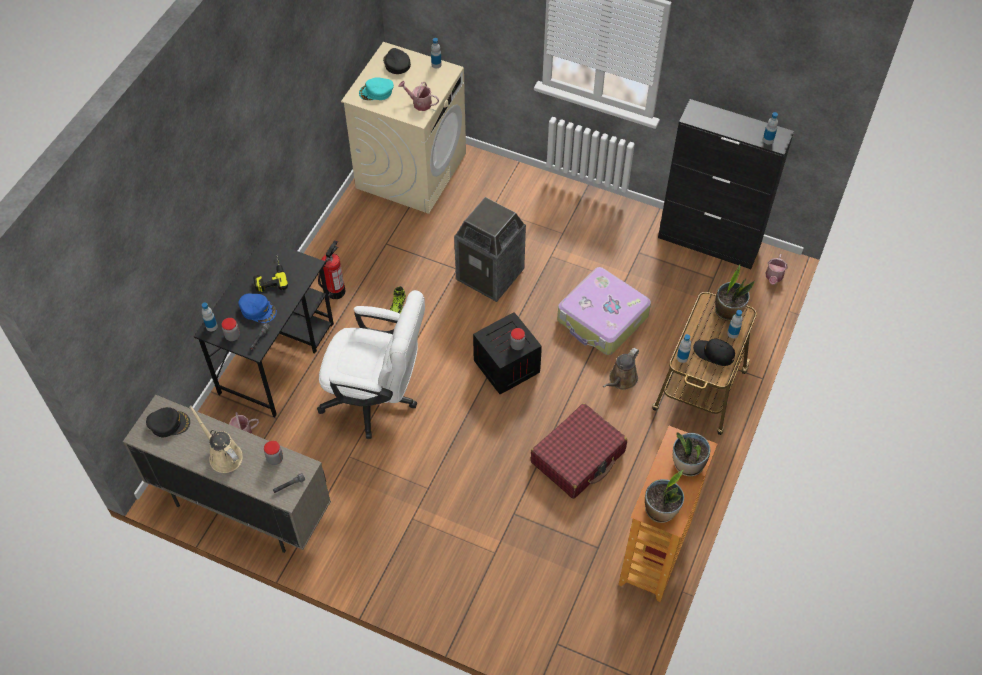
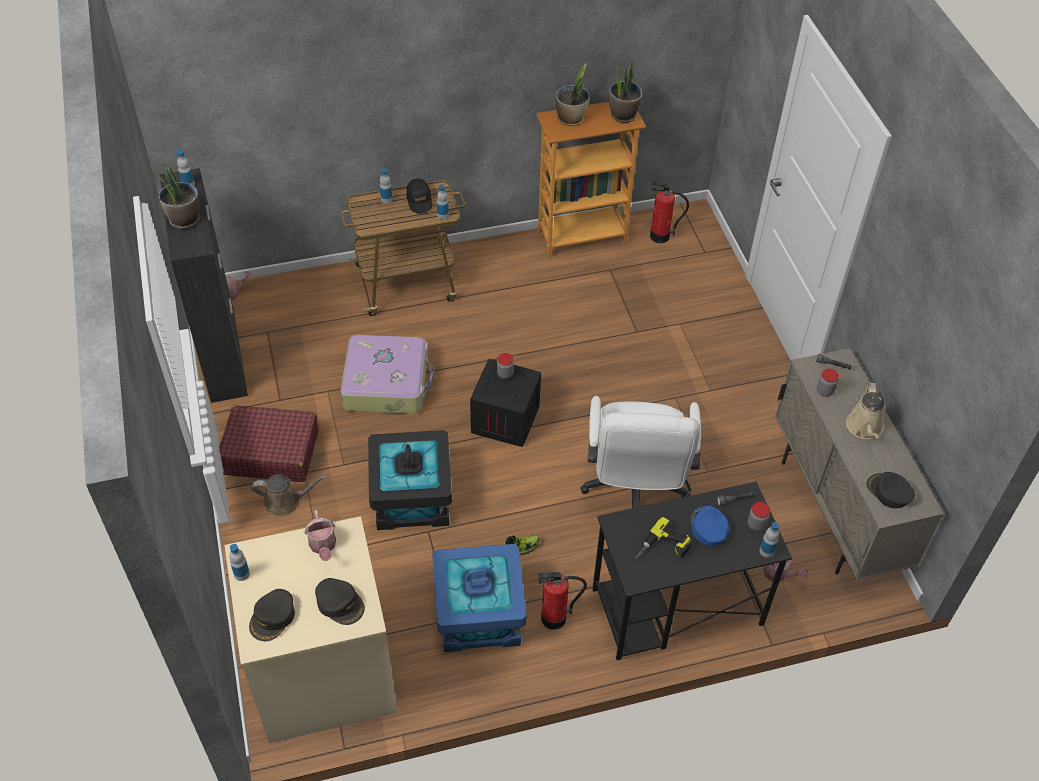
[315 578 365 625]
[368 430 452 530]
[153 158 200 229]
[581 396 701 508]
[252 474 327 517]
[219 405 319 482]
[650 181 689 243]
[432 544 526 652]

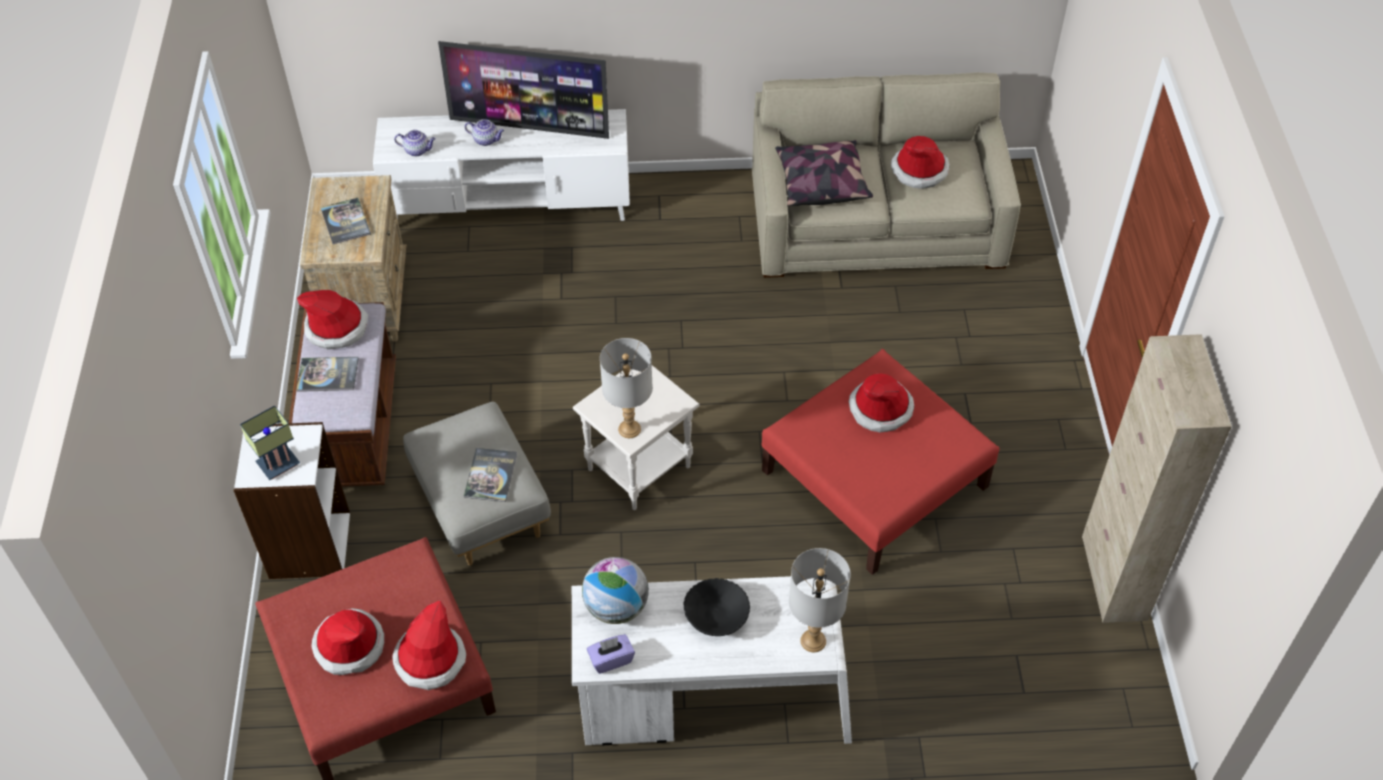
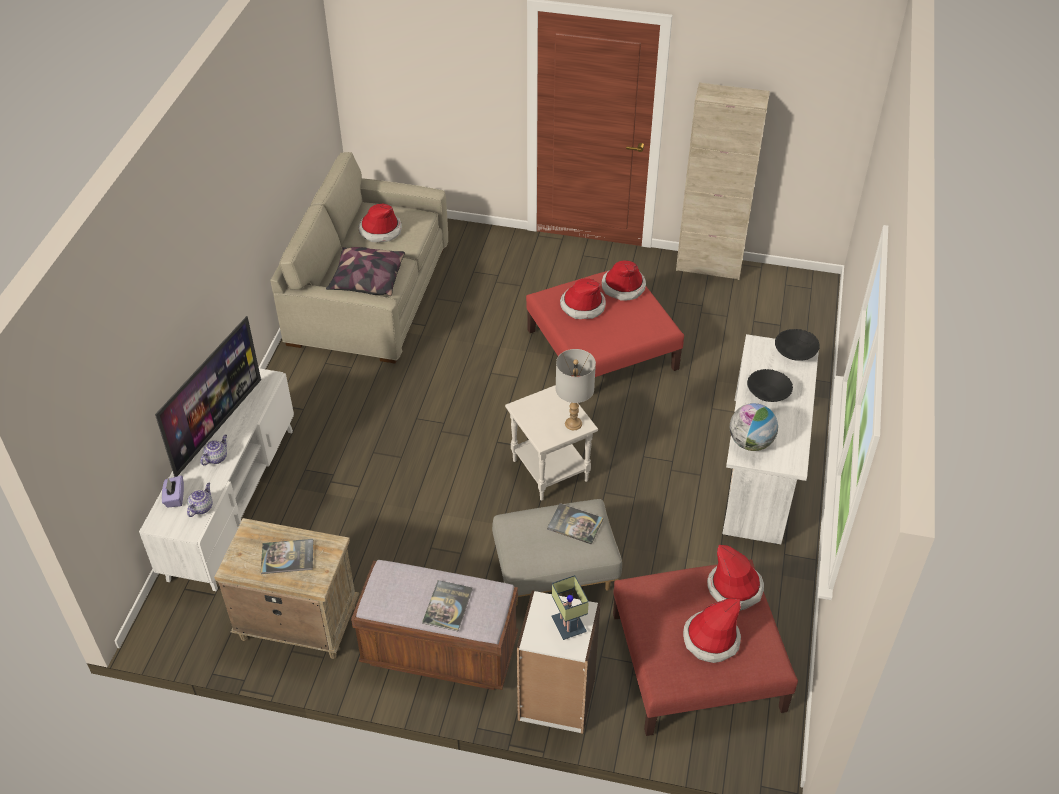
[602 260 646 300]
[775 329 820 361]
[162 476 184 507]

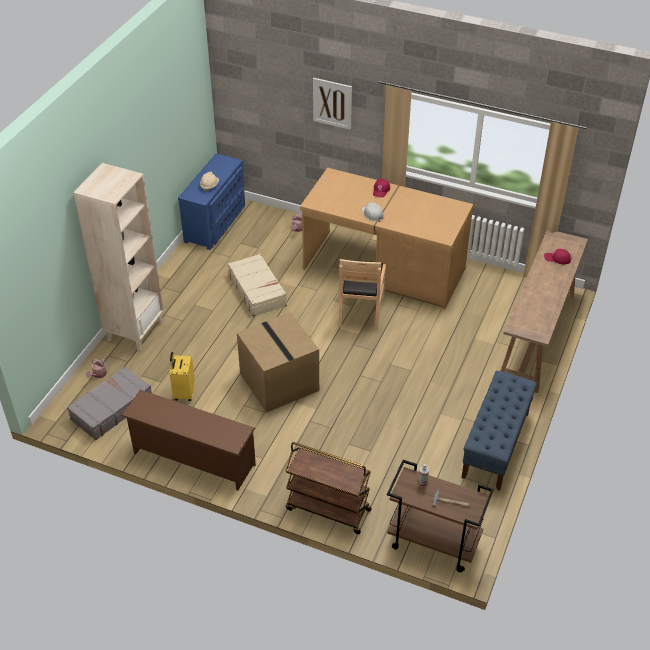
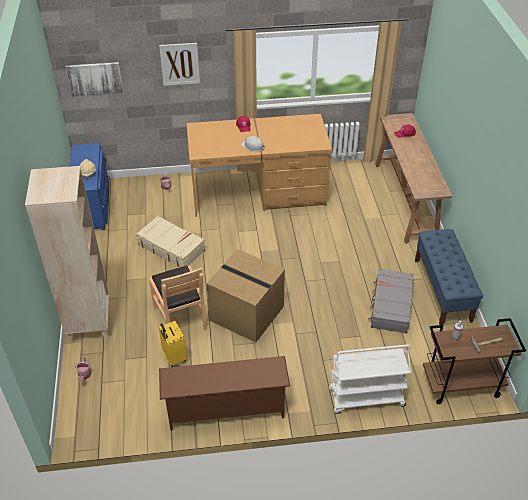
[149 266 207 330]
[369 269 414 333]
[329 345 411 414]
[66 62 123 96]

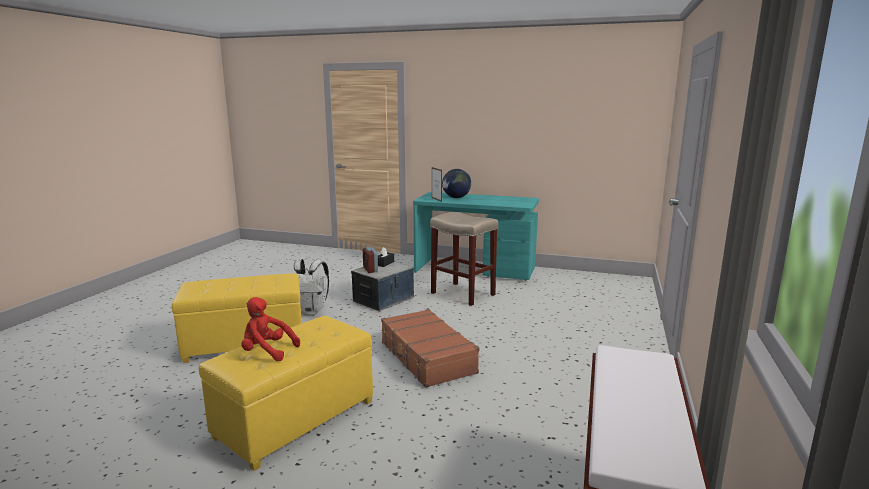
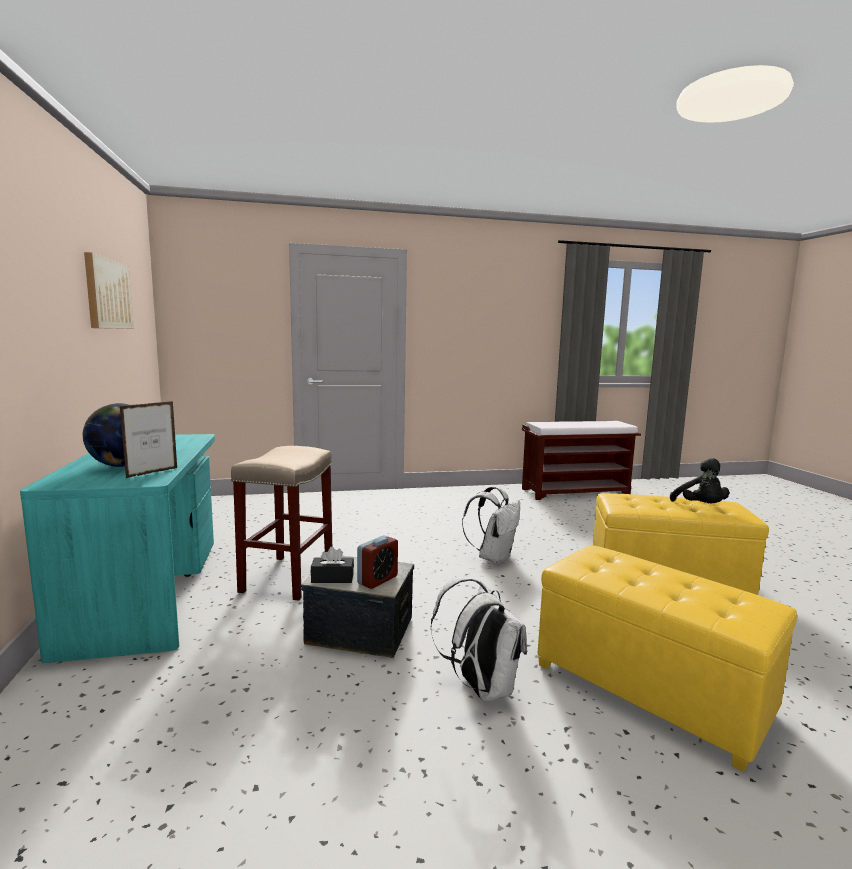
[670 458 729 503]
[462 486 520 564]
[84 252 134 329]

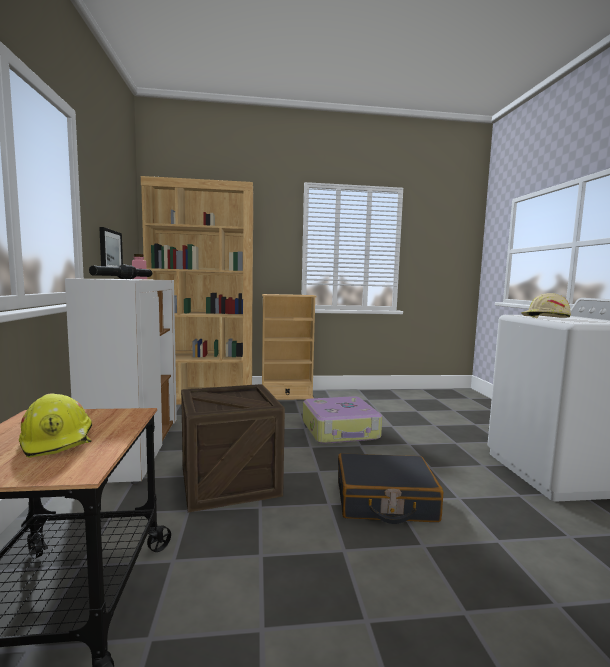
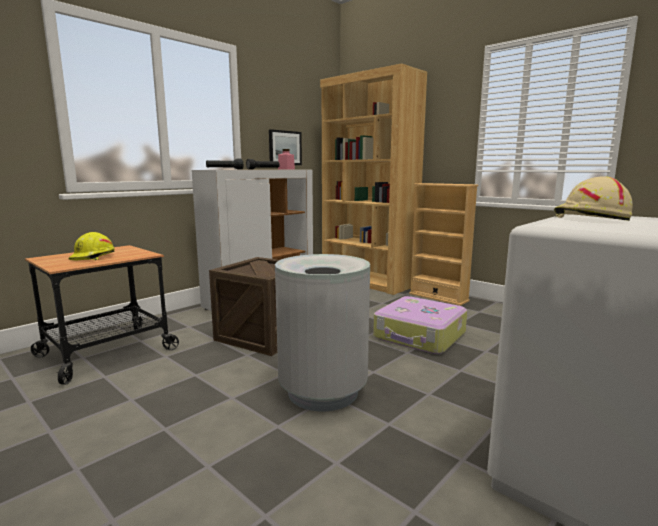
[275 254 370 411]

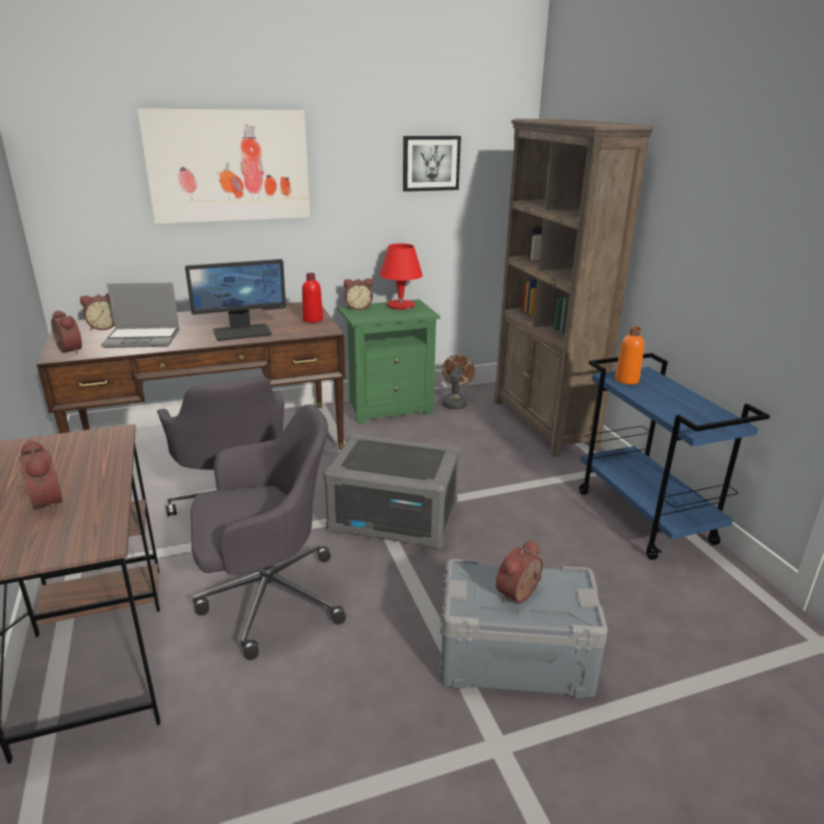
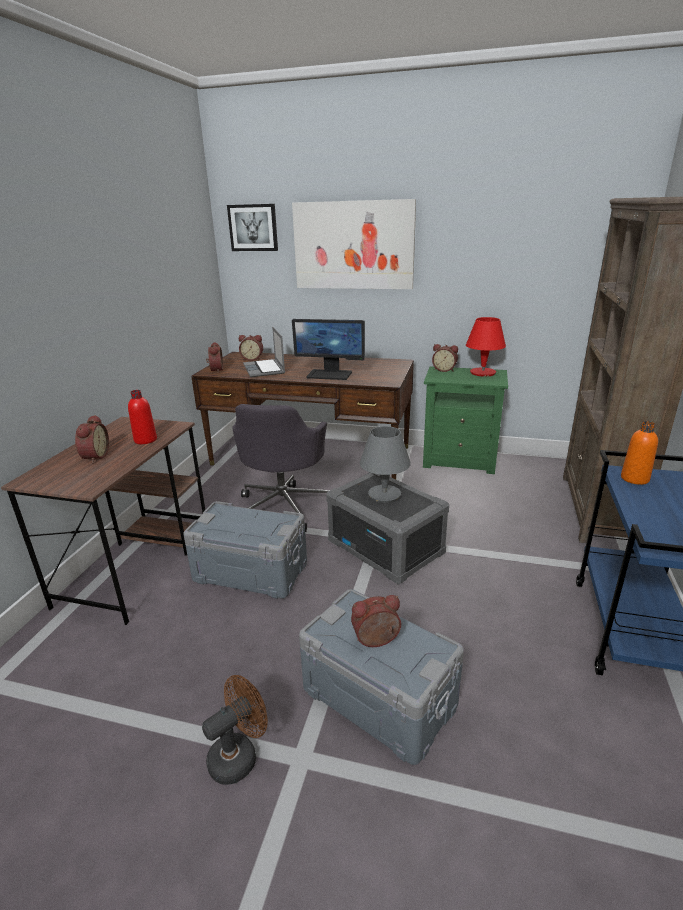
[227 204 278 251]
[128 390 157 444]
[243 327 285 377]
[202 675 268 785]
[183 501 307 599]
[360 426 411 503]

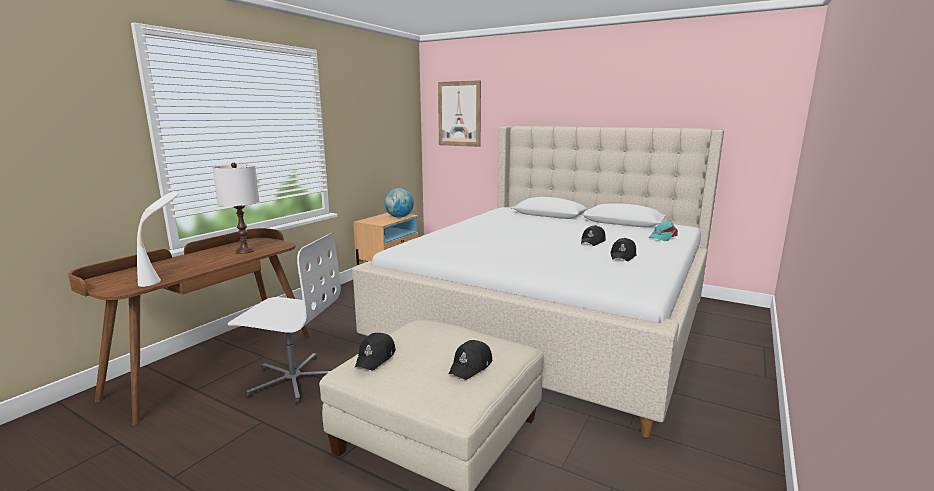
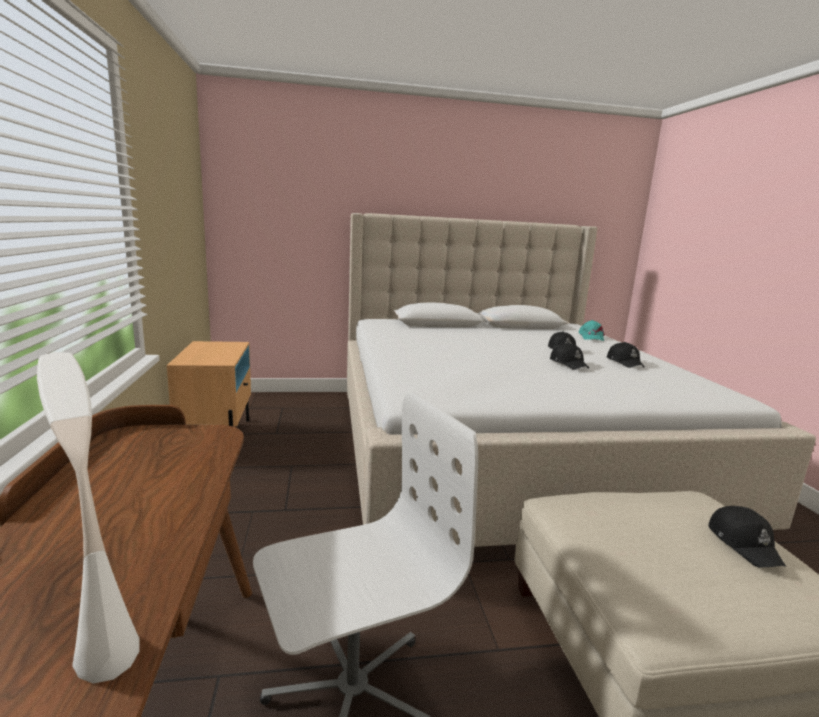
[438 80 481 147] (first image)
[212 163 259 254] (first image)
[384 188 414 218] (first image)
[550 343 589 370]

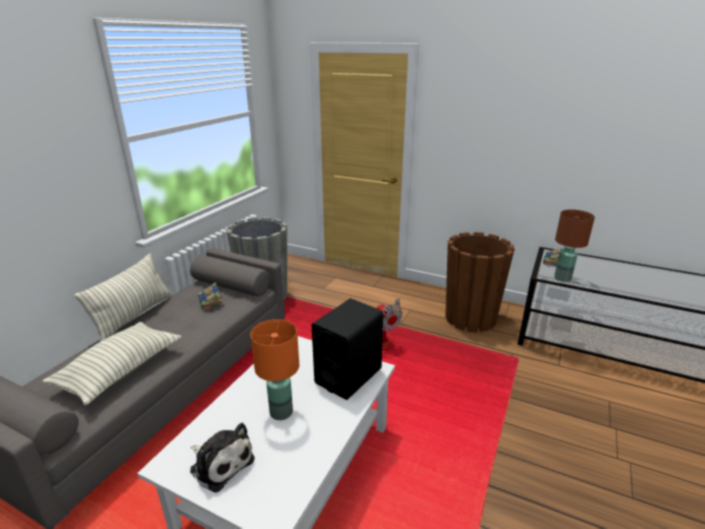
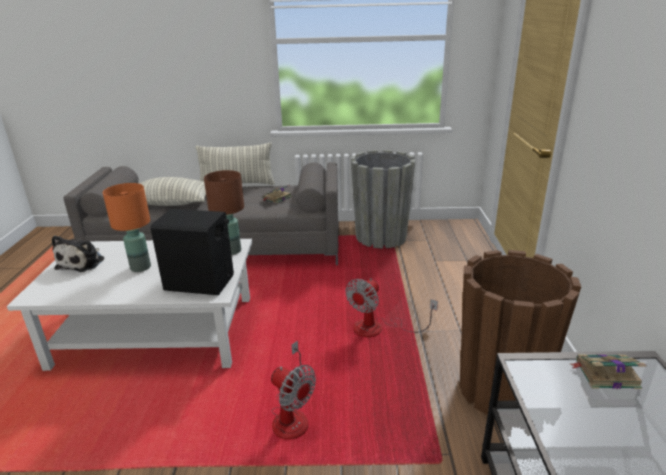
[204 170 244 255]
[271 340 316 440]

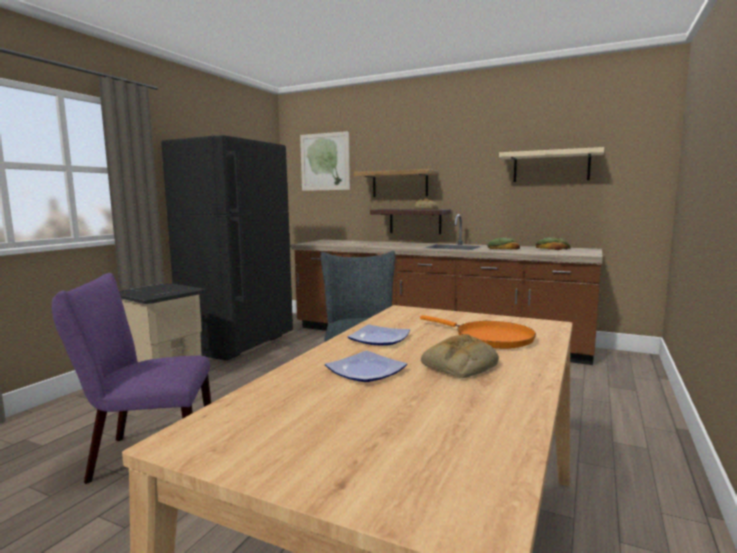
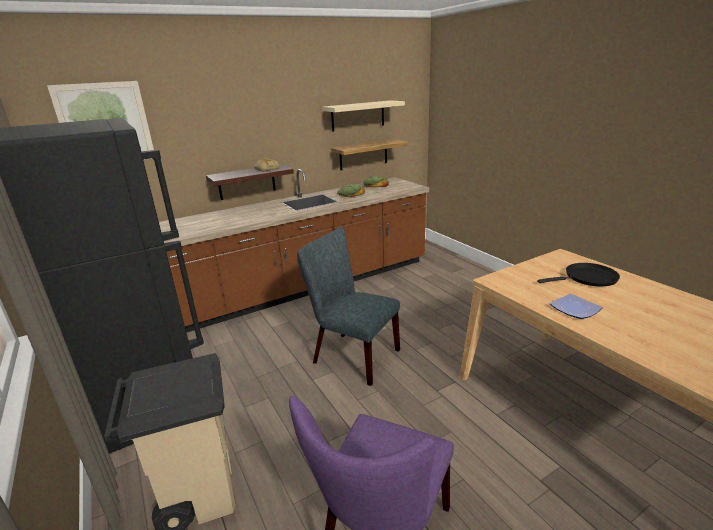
[331 139 408 170]
[537 263 620 286]
[421 334 499 378] (first image)
[325 350 407 382] (first image)

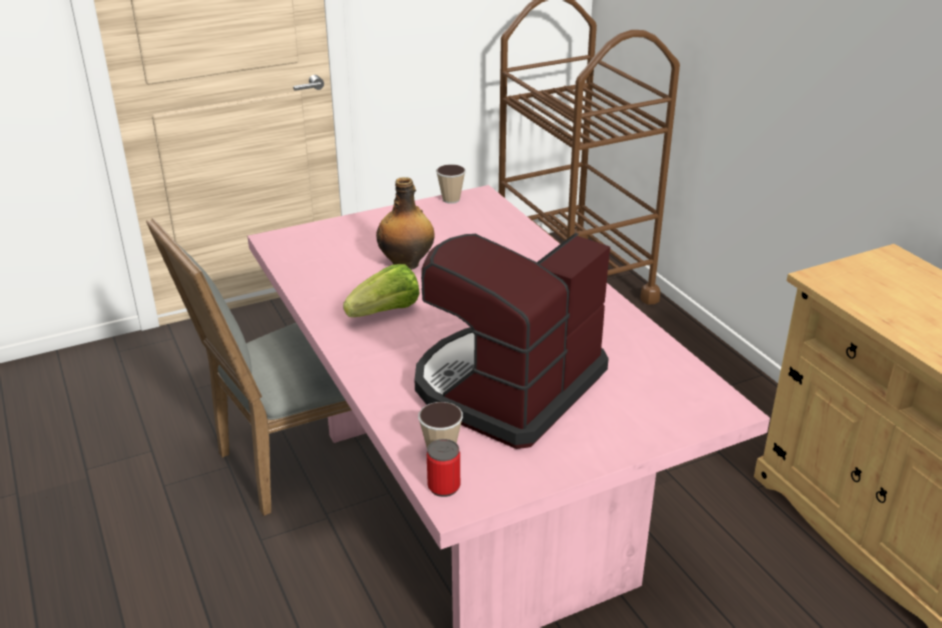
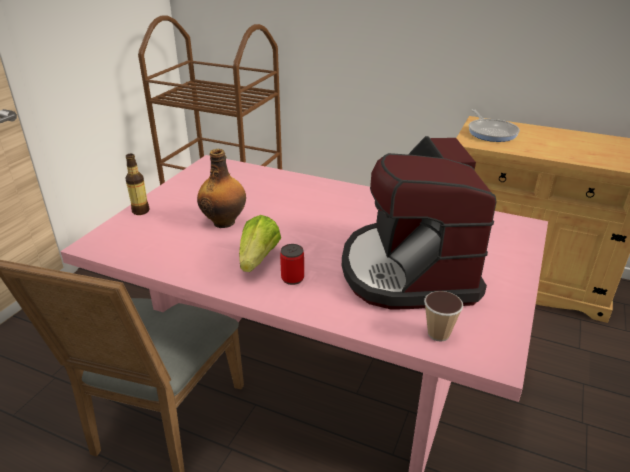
[436 164 466 204] (first image)
[280 244 304 285]
[469 109 520 142]
[125 154 150 215]

